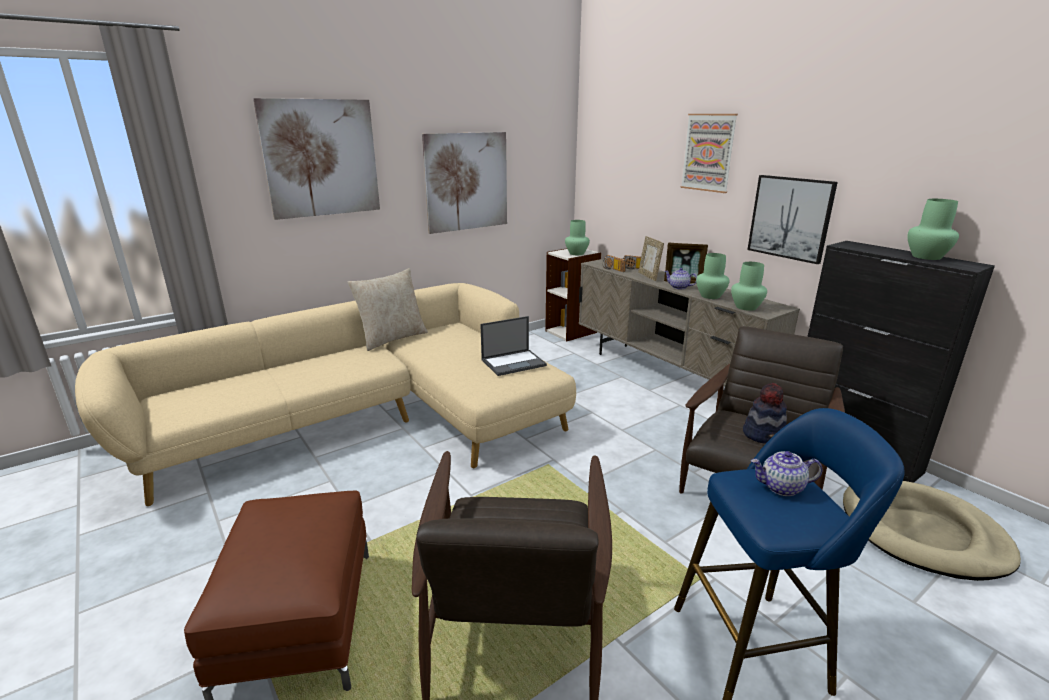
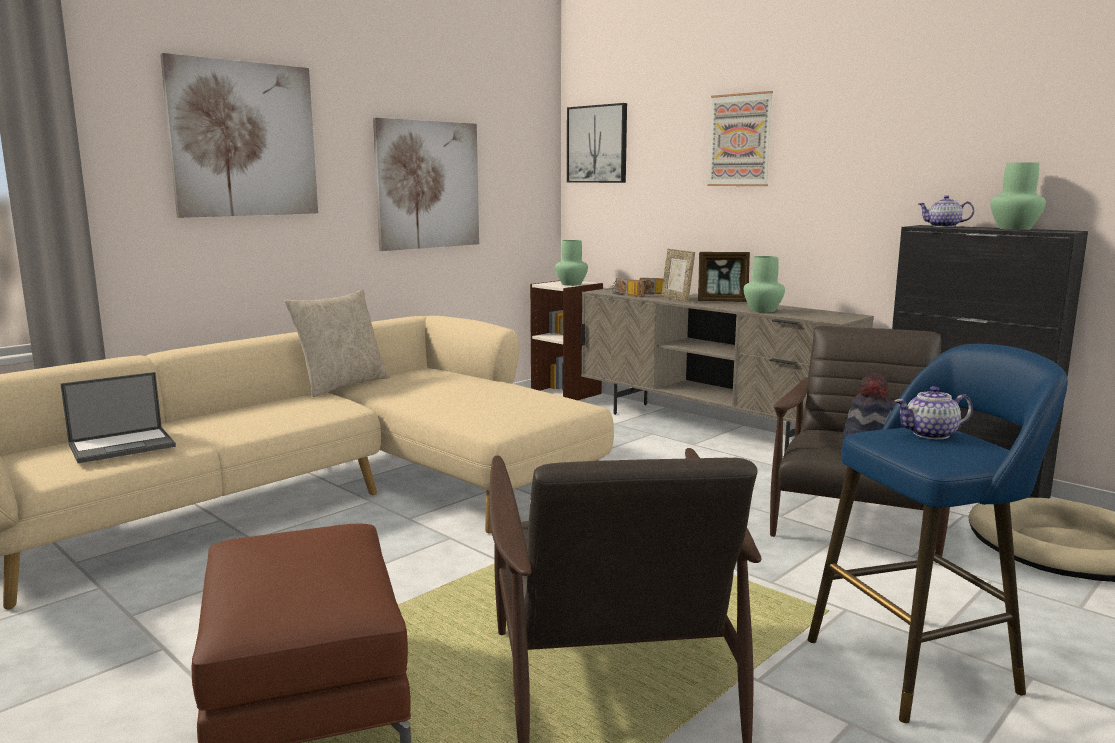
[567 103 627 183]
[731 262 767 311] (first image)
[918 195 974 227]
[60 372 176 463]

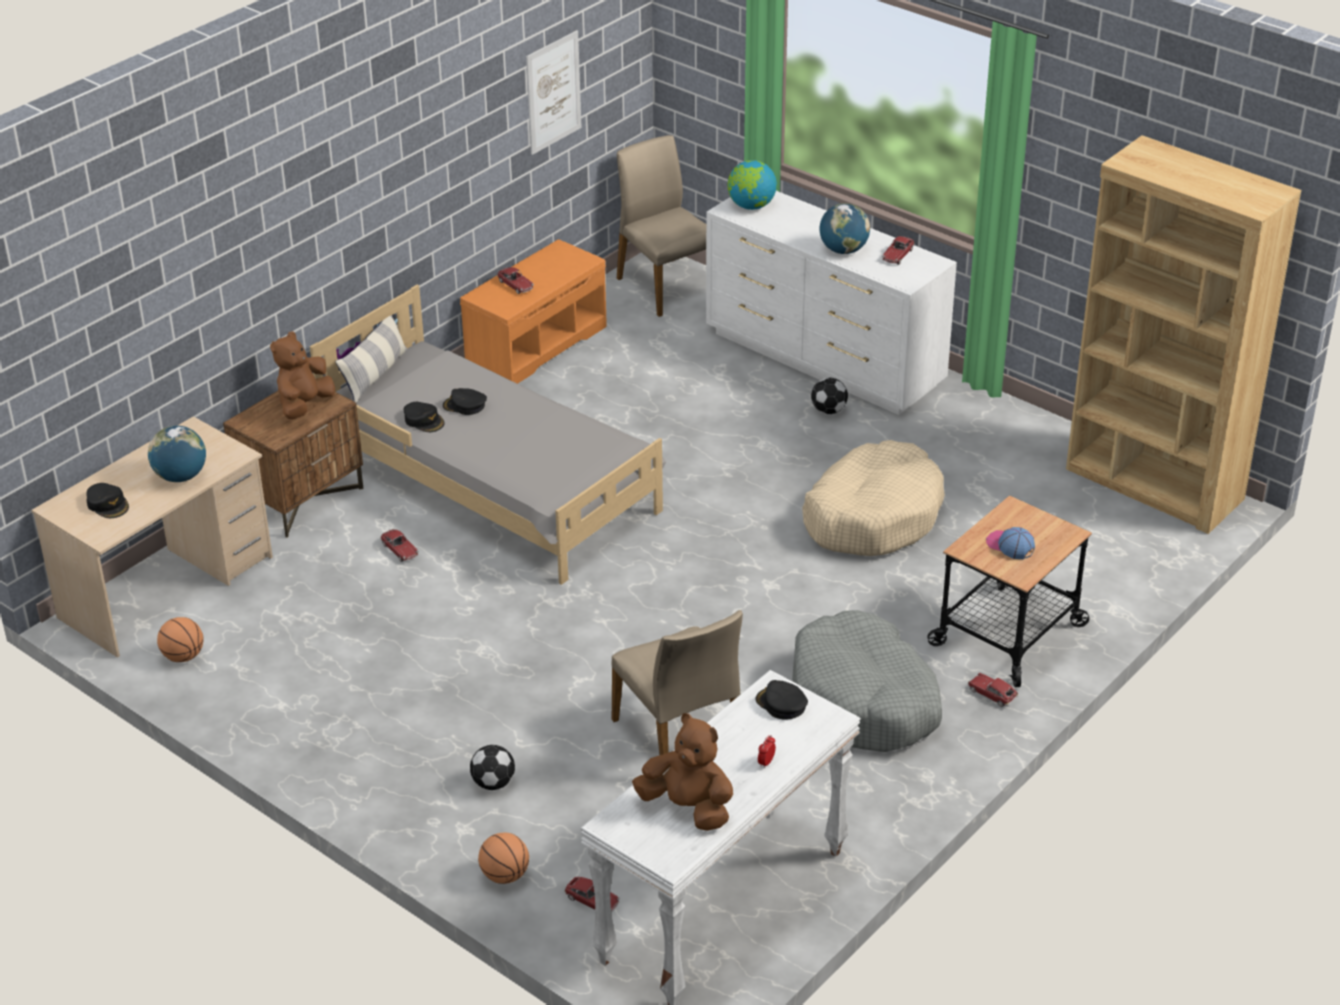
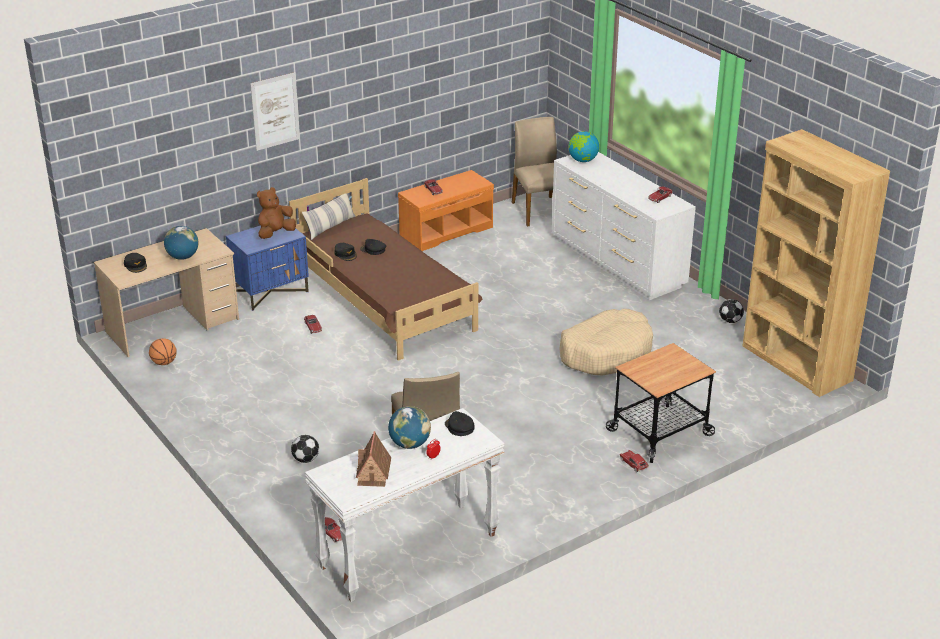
[250 72 300 151]
[388 406 431 449]
[289 178 482 361]
[719 299 744 323]
[226 225 309 311]
[986 527 1035 559] (first image)
[792 610 942 752] (first image)
[356 431 391 487]
[478 833 529 884] (first image)

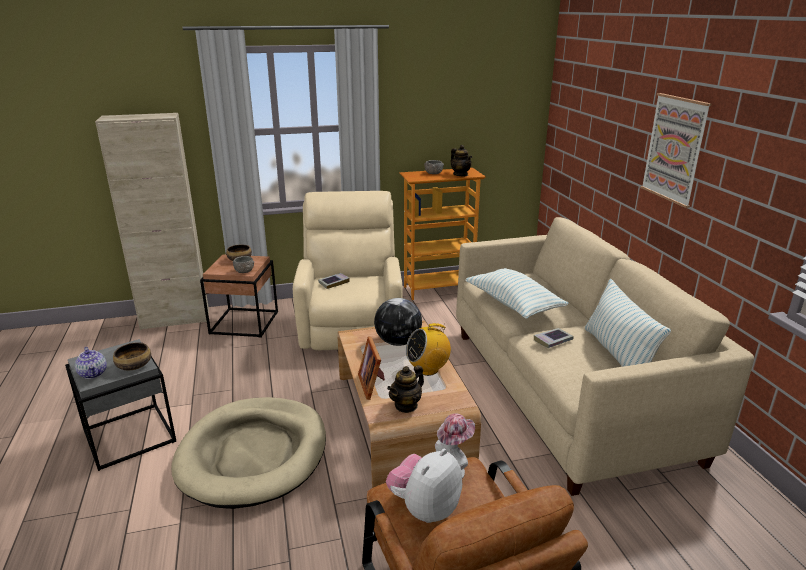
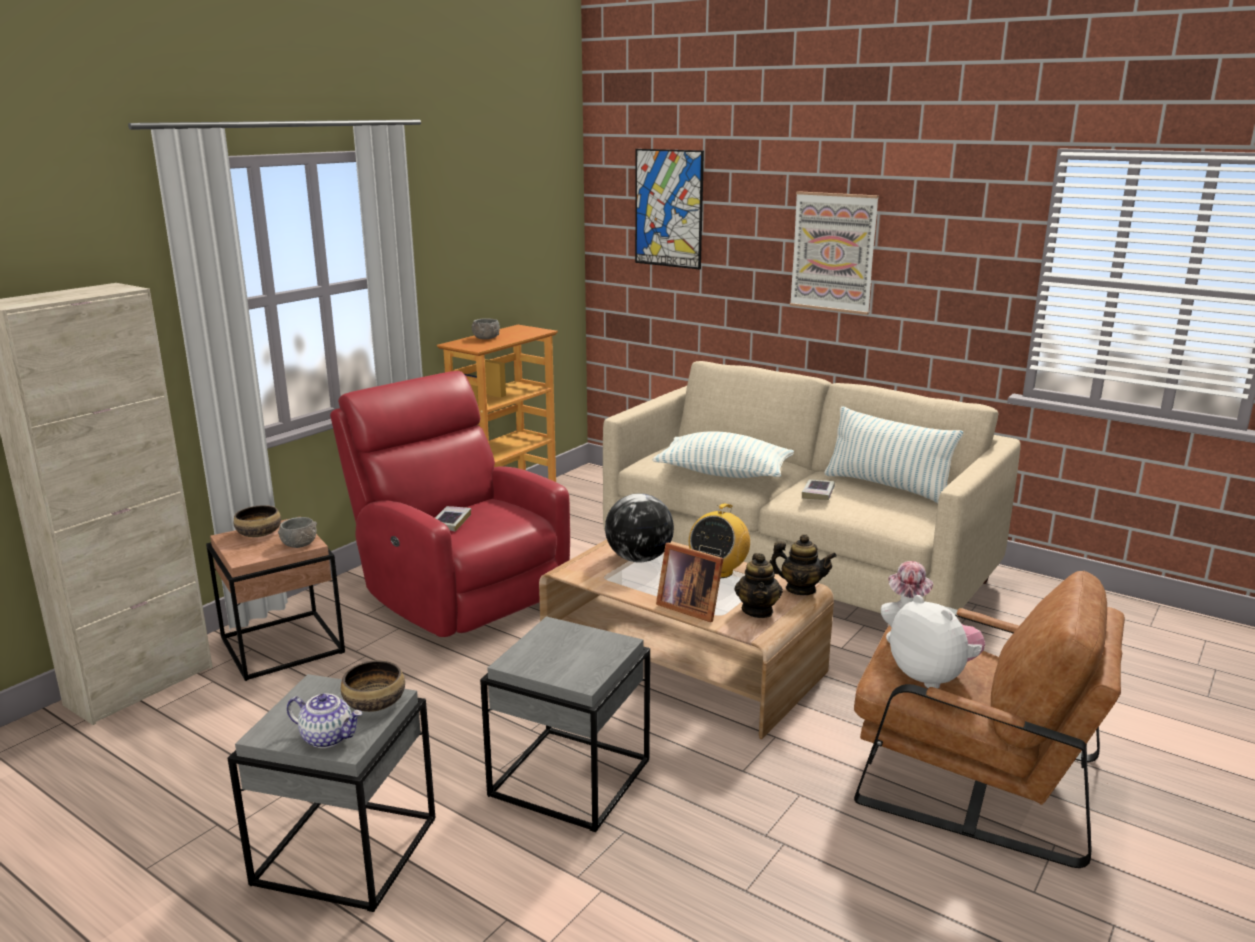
[769 534 837 595]
[330 371 570 637]
[480 616 650 832]
[890 595 985 689]
[635 149 704 269]

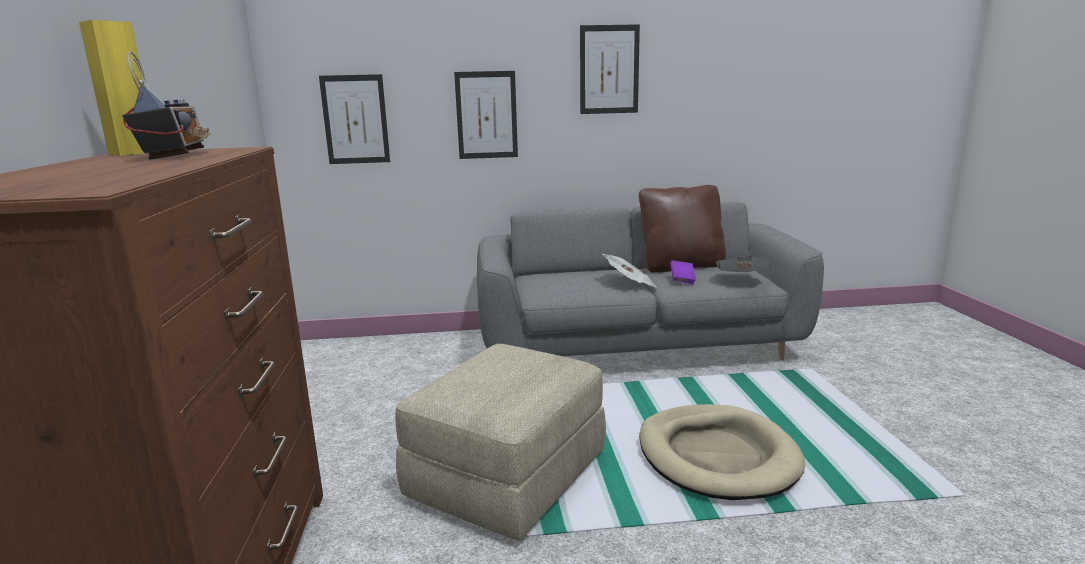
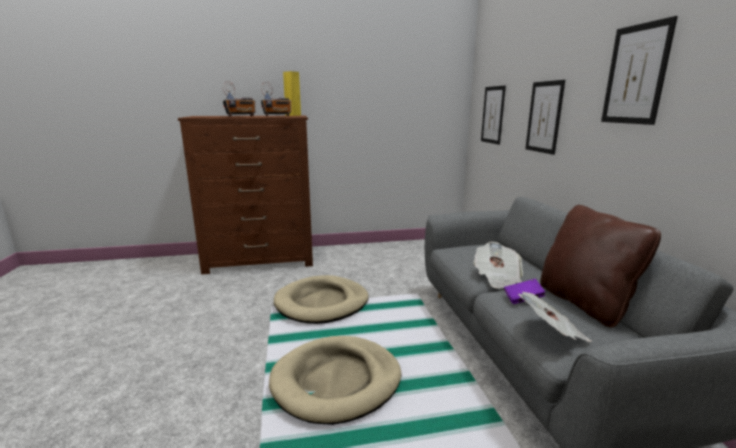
[274 275 369 324]
[223 81 255 117]

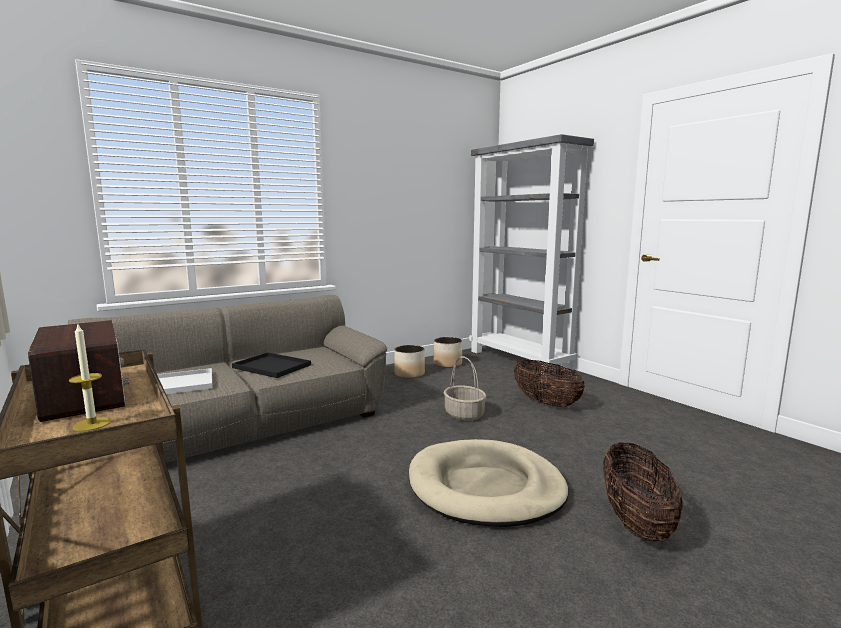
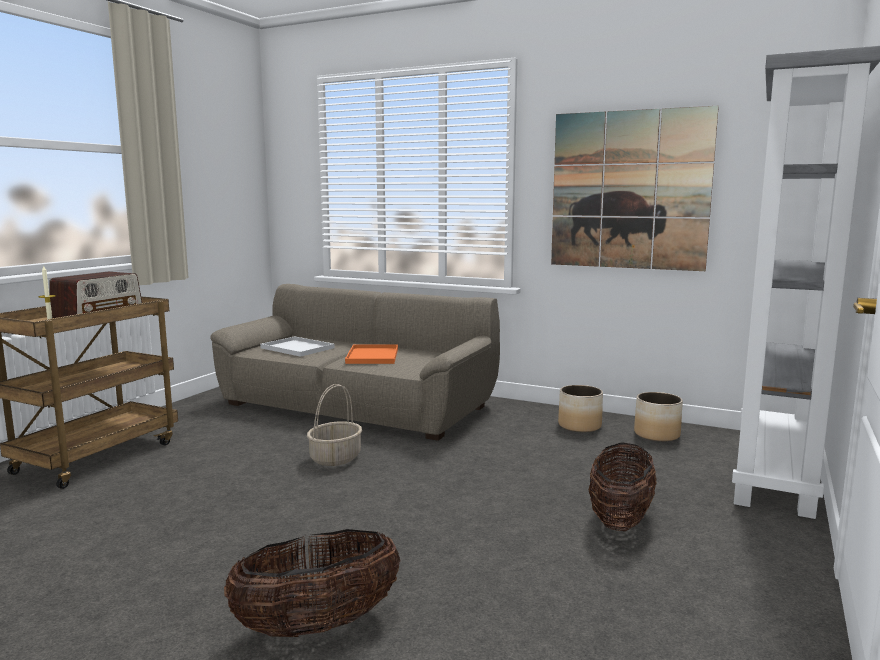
[345 345 398 364]
[307 384 362 466]
[409 439 568 527] (first image)
[551 106 719 271]

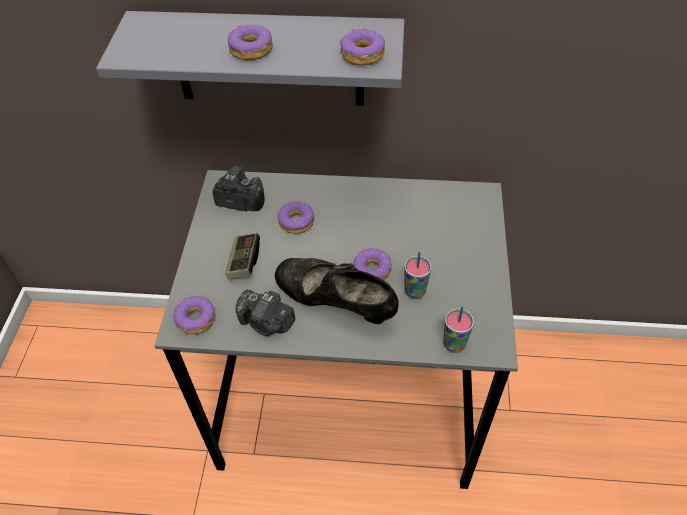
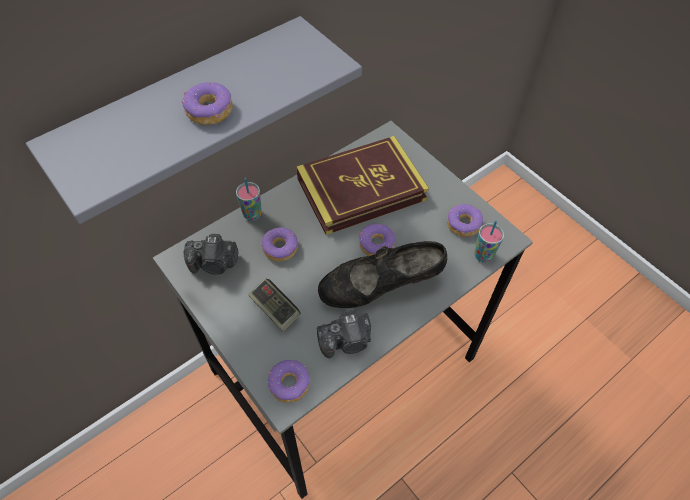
[447 204 483 237]
[183 234 239 275]
[236 178 262 221]
[296 136 429 235]

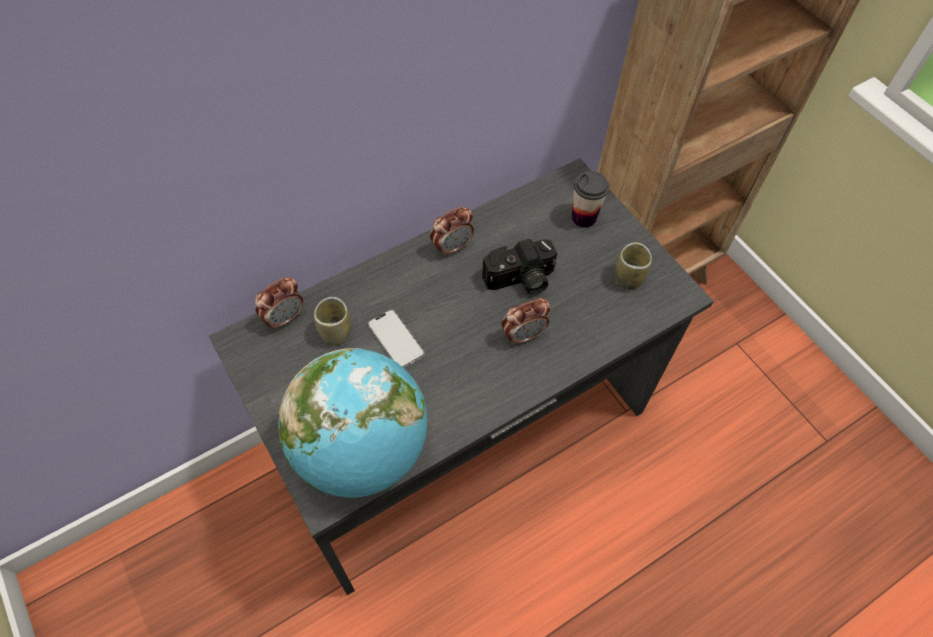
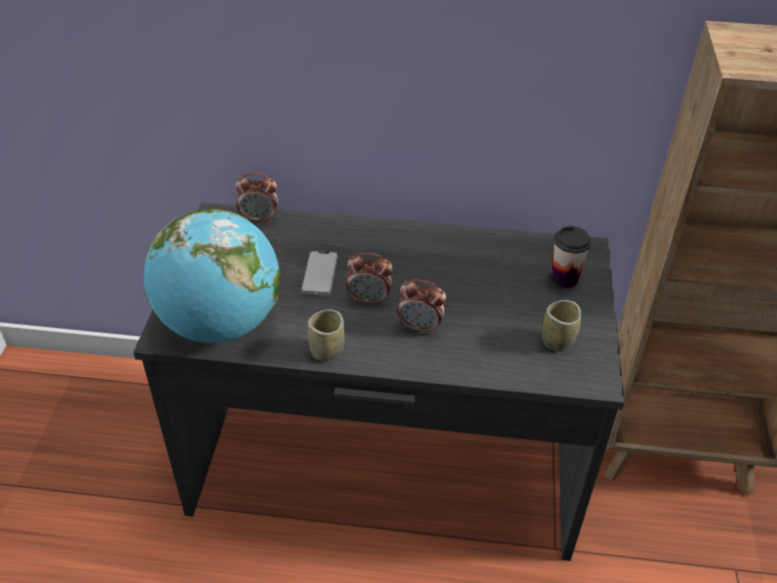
[346 253 393 305]
[482 239 557 294] (first image)
[307 309 345 361]

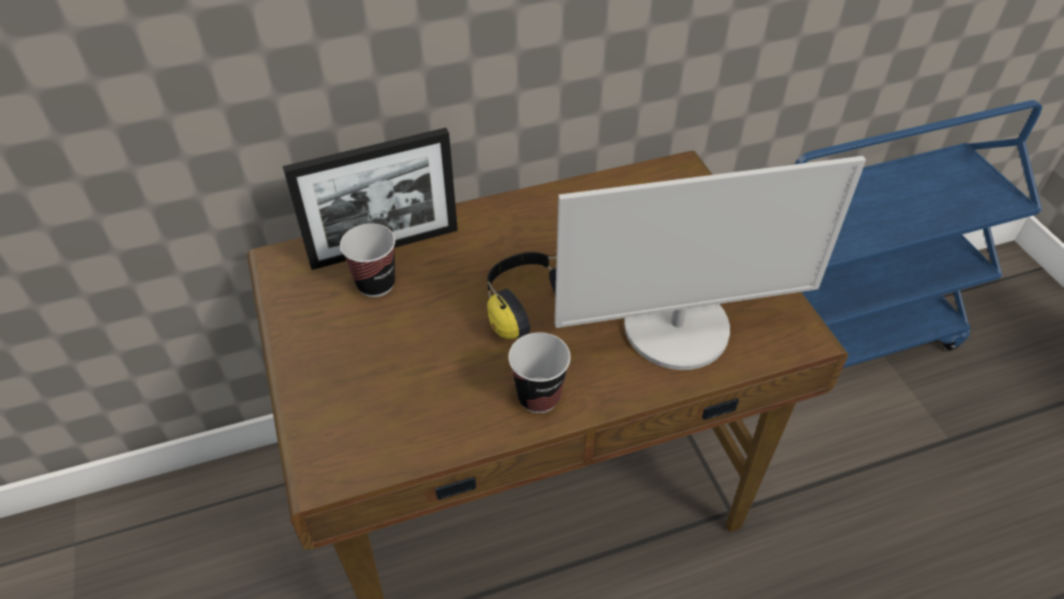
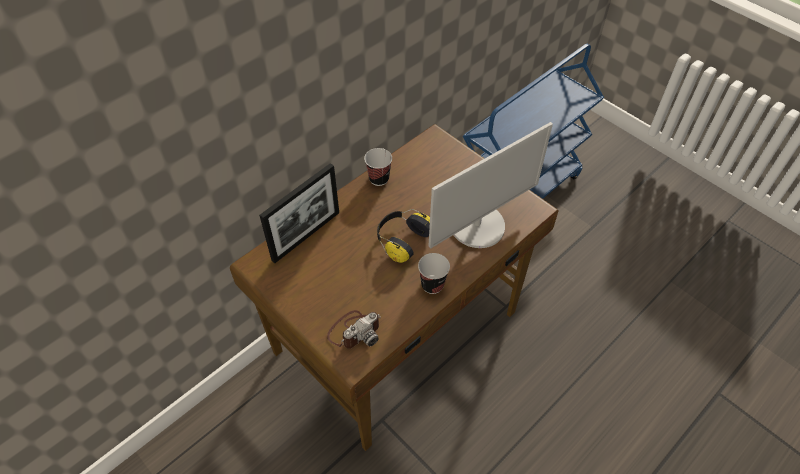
[364 148 392 186]
[327 310 381 349]

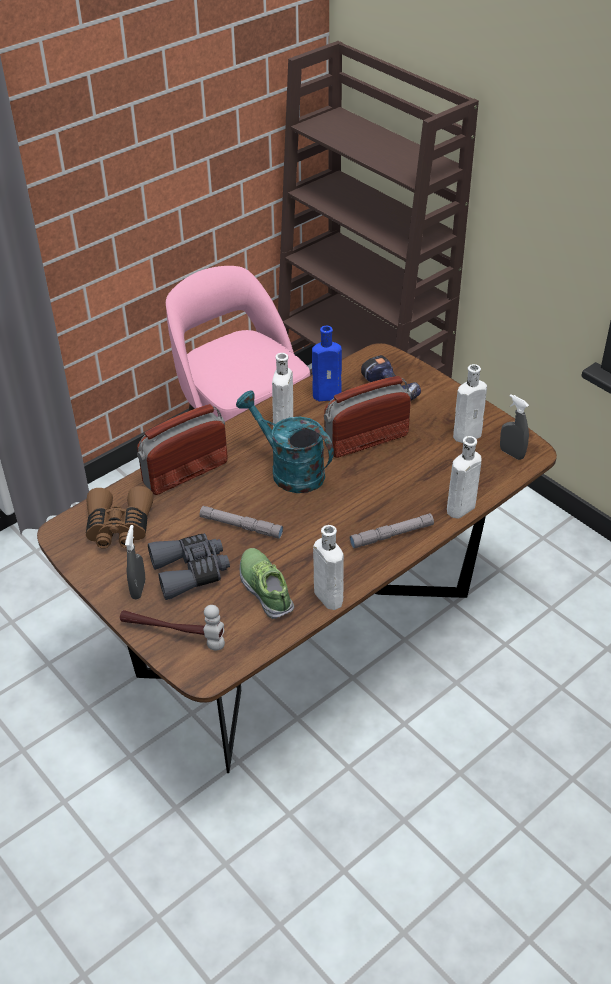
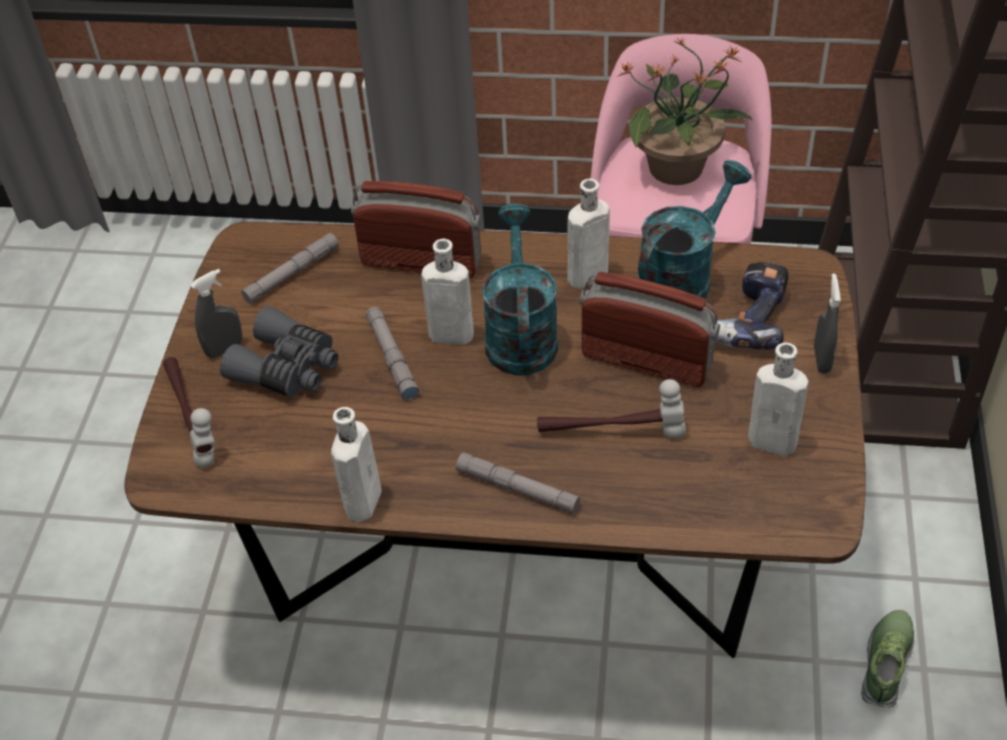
[637 160 751 299]
[814 273 841 374]
[421 239 474 345]
[241 233 339 304]
[861 610 914 708]
[616 37 753 185]
[537 379 686 438]

